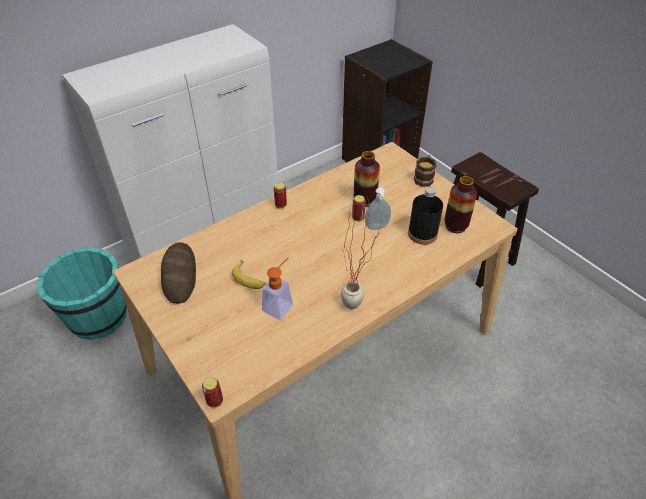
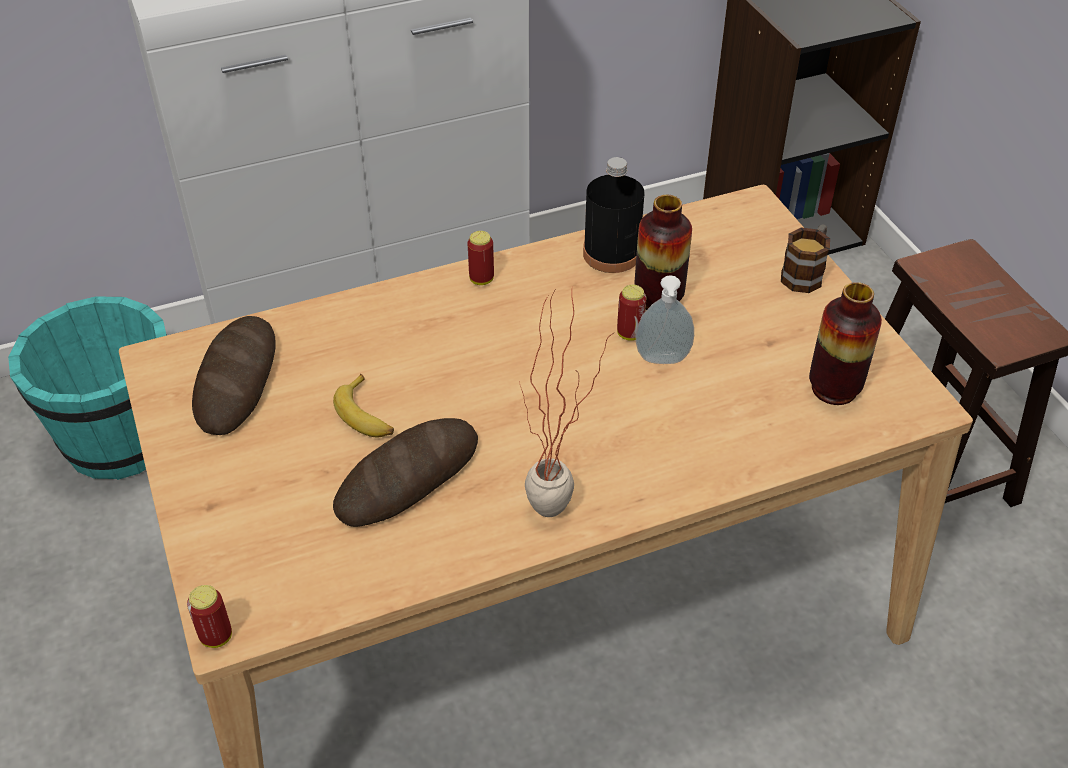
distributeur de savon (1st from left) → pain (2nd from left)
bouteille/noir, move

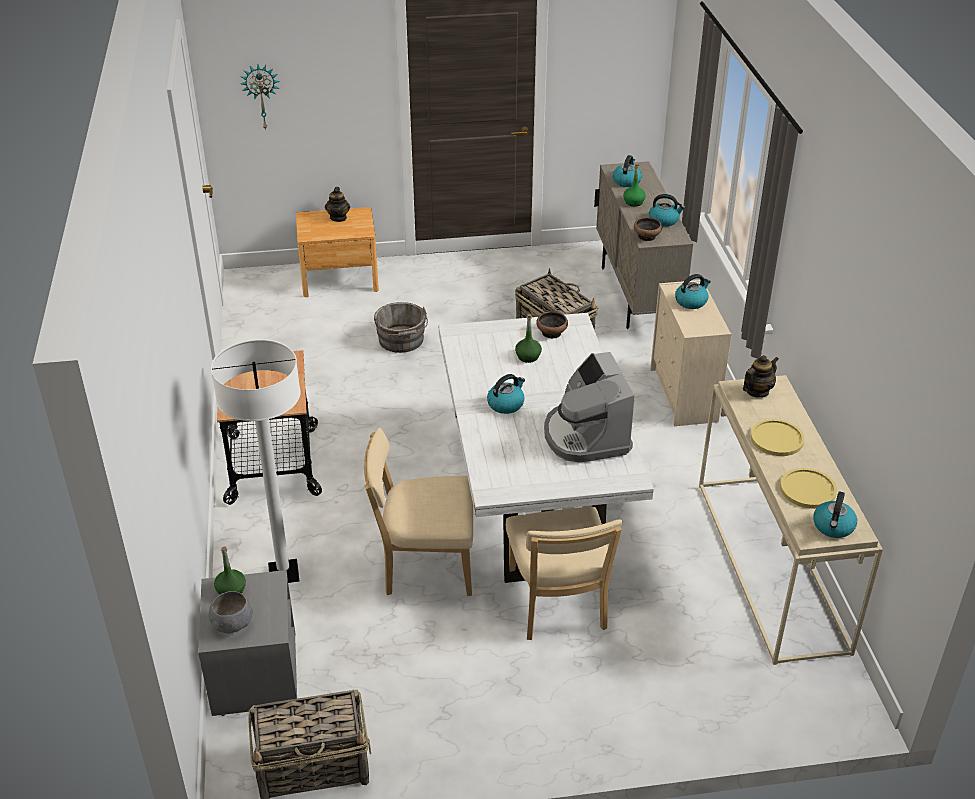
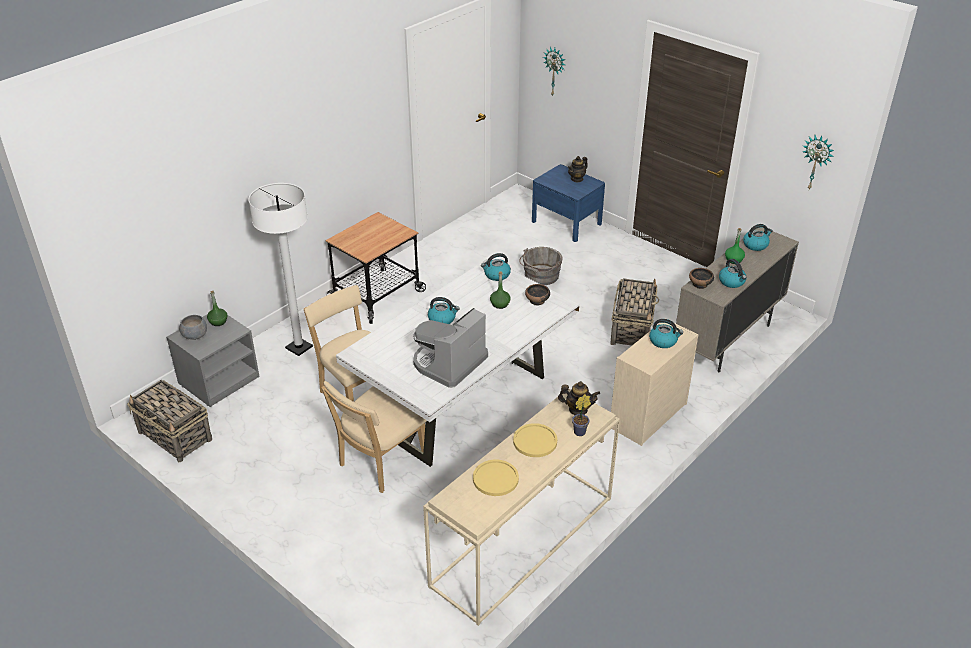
bouilloire (5th from left in the first image) → bouilloire (2nd from left), move
table de chevet/marron → table de chevet/bleu
- → plante en pot
- → horloge murale (2nd from left)

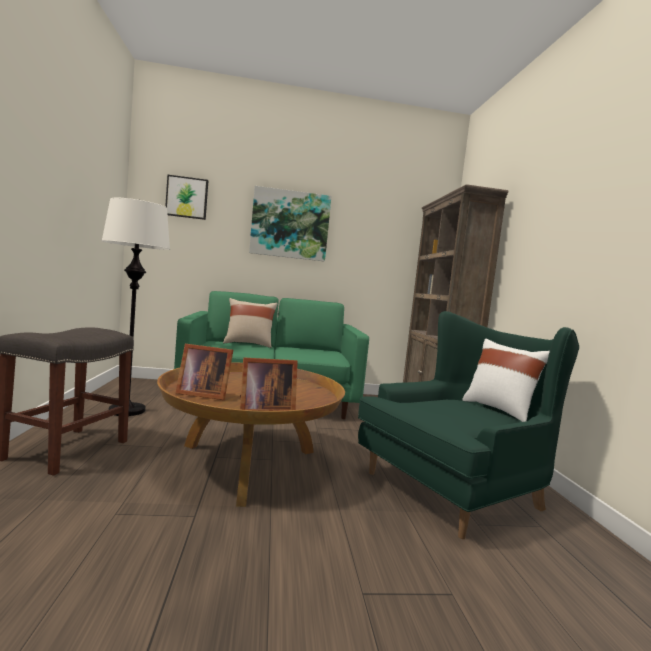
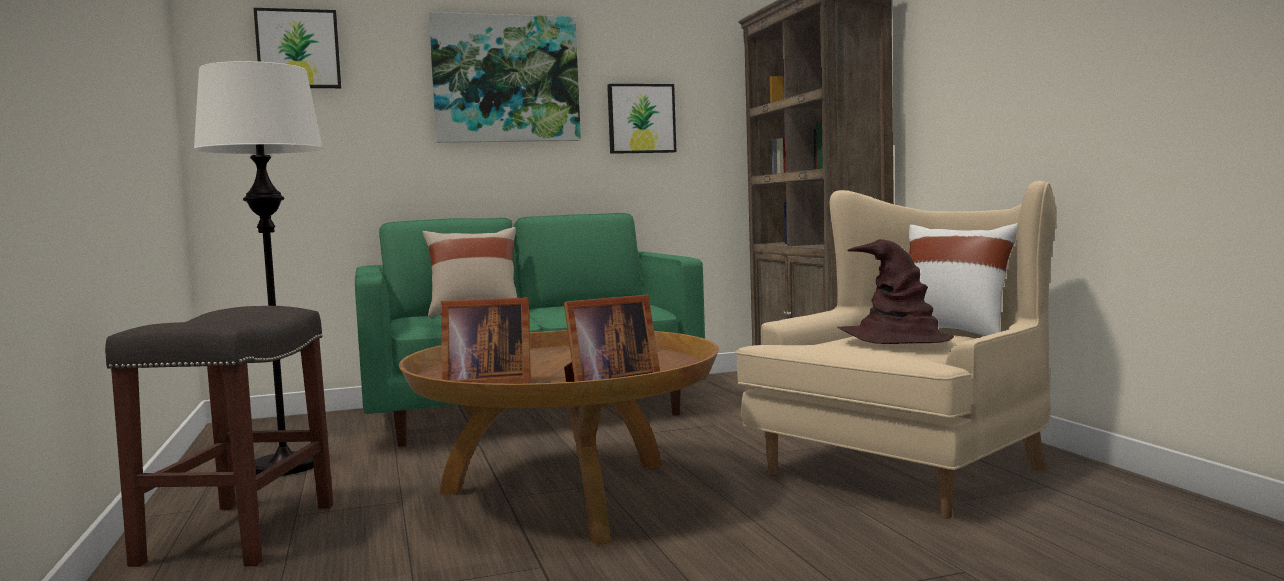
- → tableau (3rd from left)
fauteuil/vert → fauteuil/beige
- → chapeau/marron

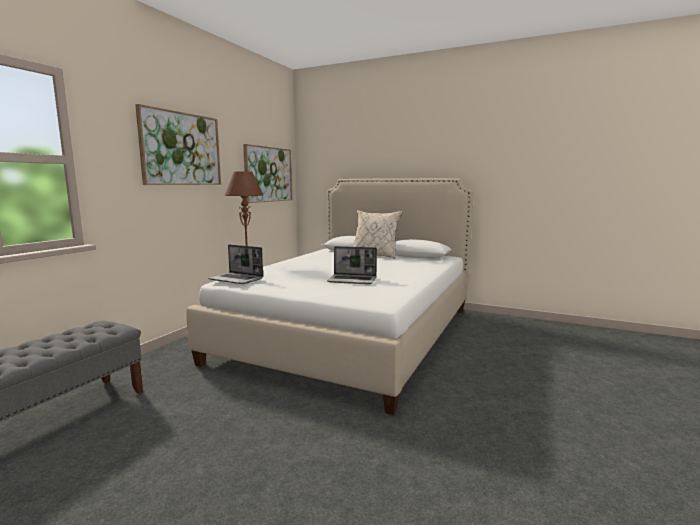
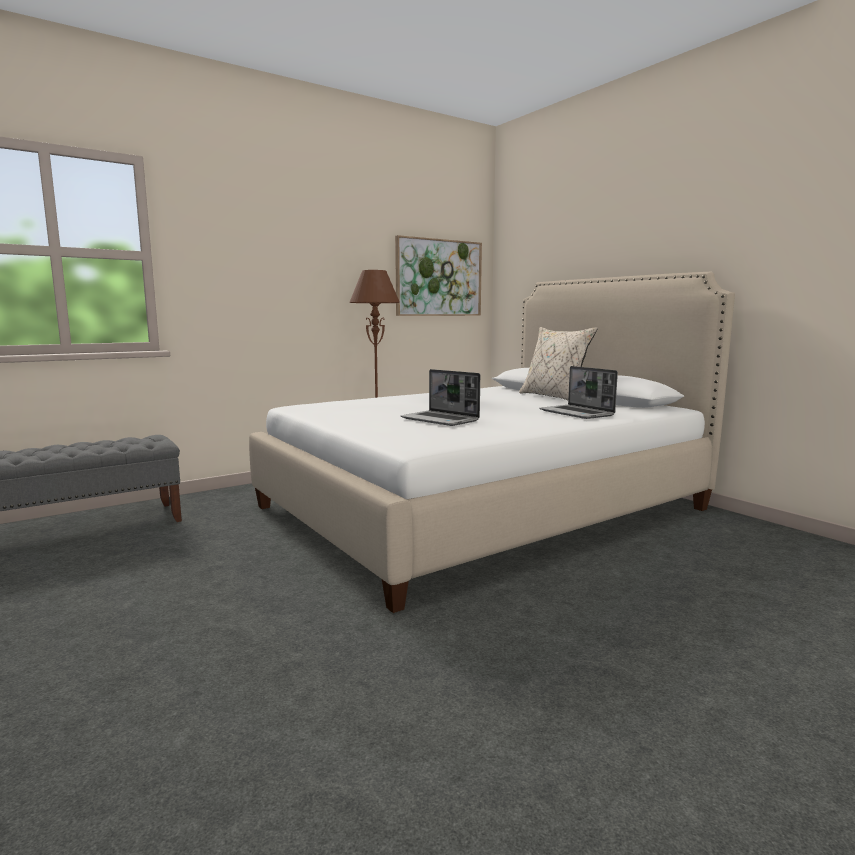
ordinateur portable (1st from left in the first image) → ordinateur portable (2nd from left), move
tableau (1st from left) → -

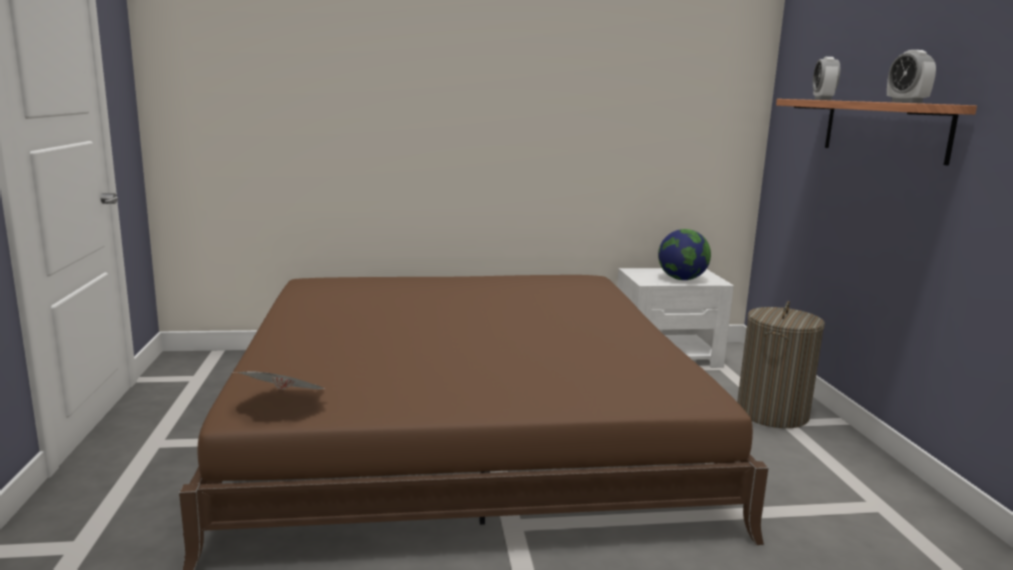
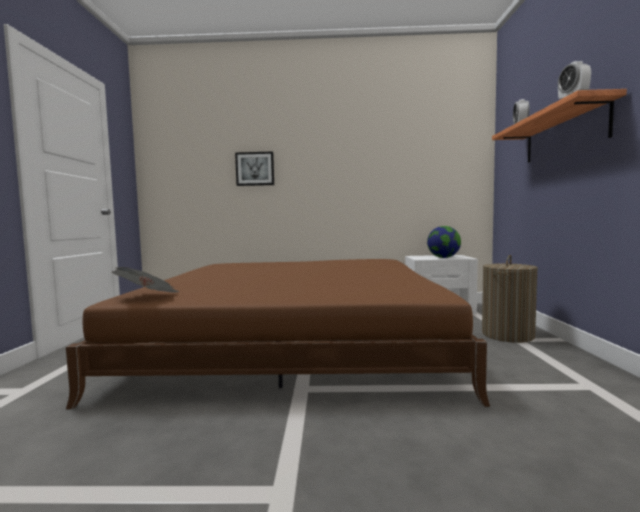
- → tableau

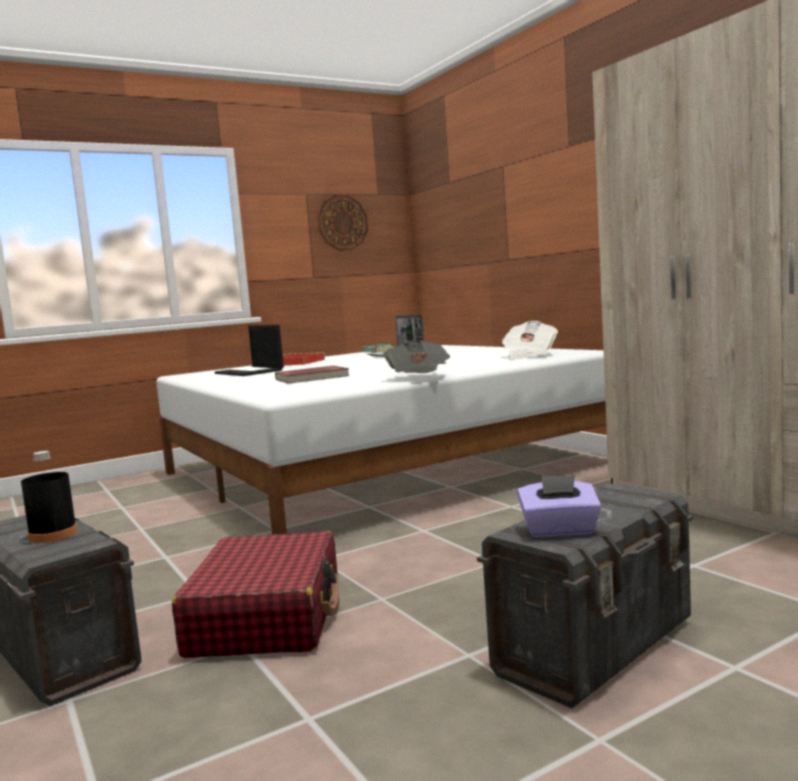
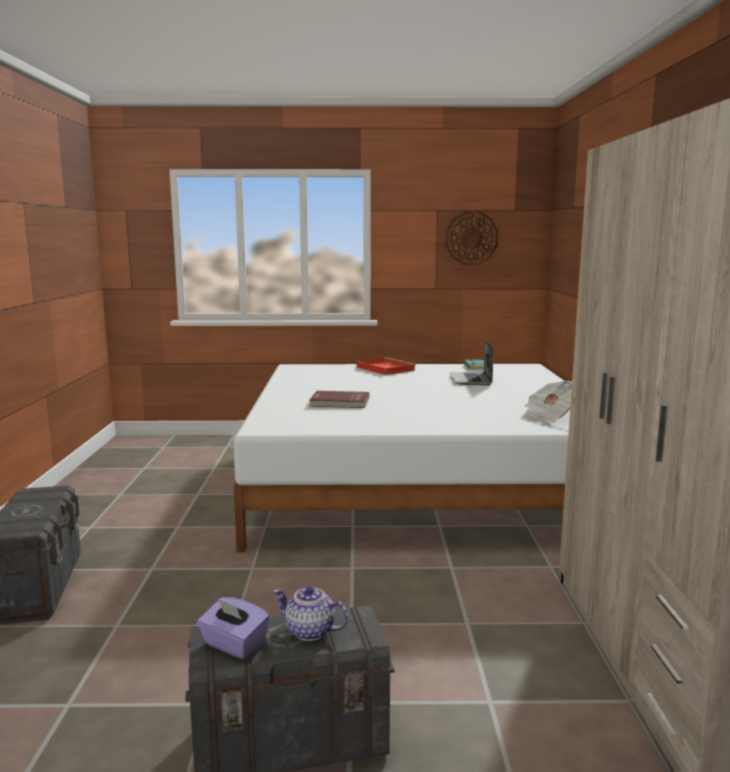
- → théière
bouteille/noir → -
valise/rouge → -
ordinateur portable (1st from left) → -
journal (1st from left) → -

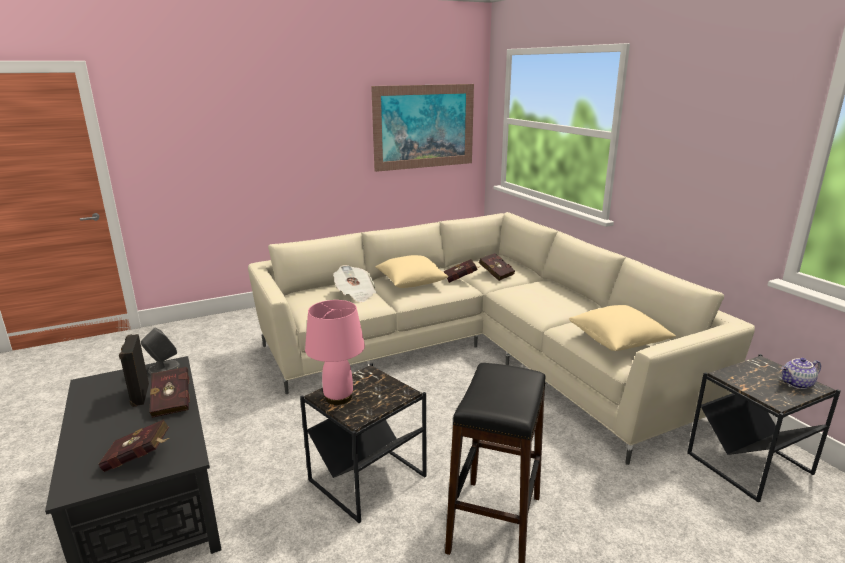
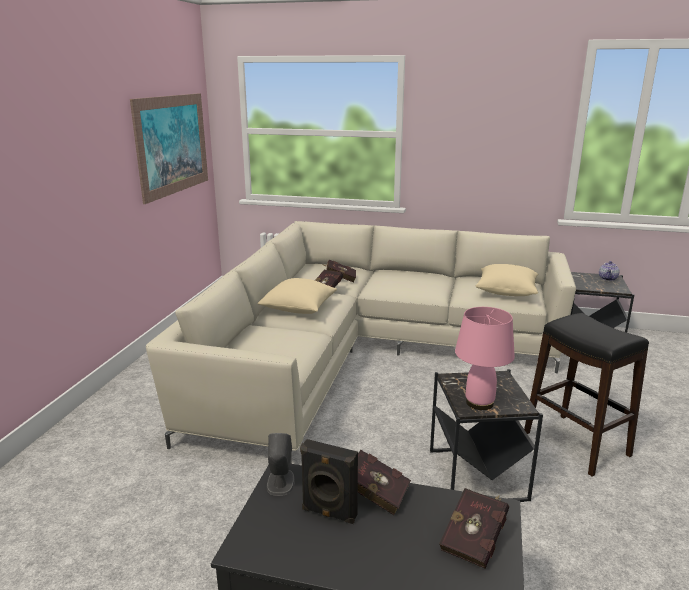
journal → -

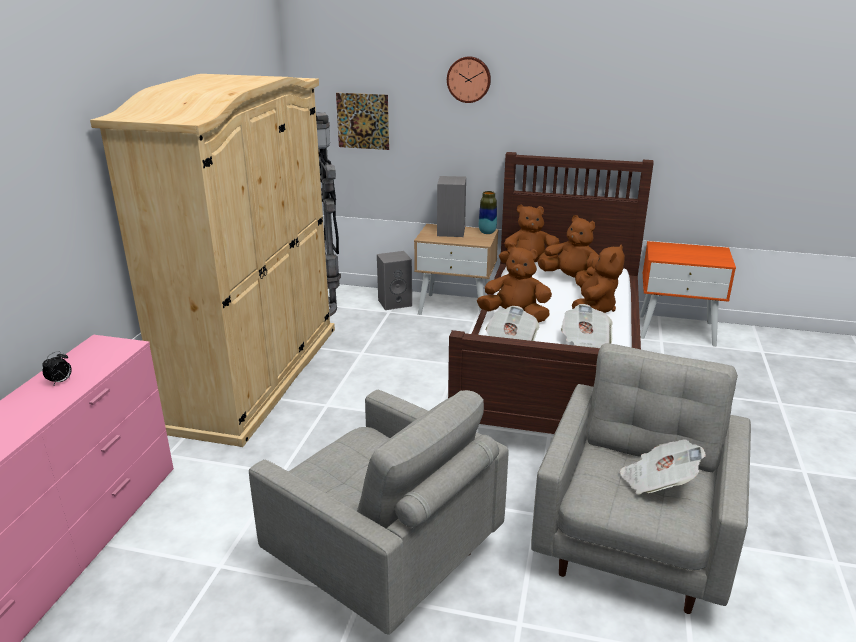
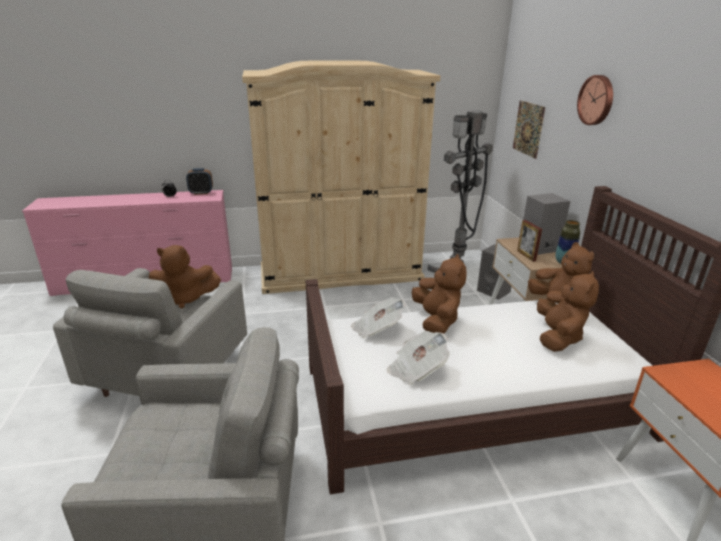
peluche/marron (4th from left in the first image) → peluche/marron (1st from left), move
- → réveil (2nd from left)
- → cadre photo
journal (3rd from left) → -

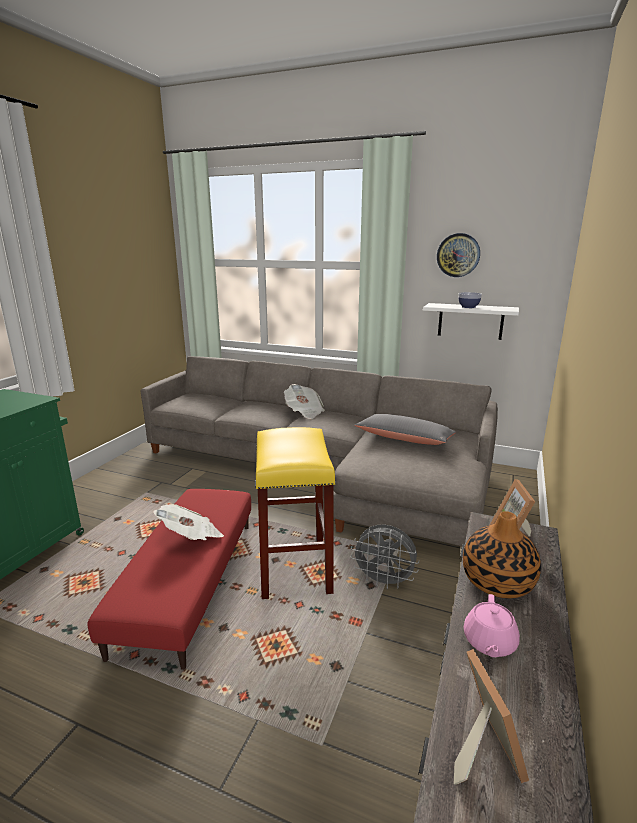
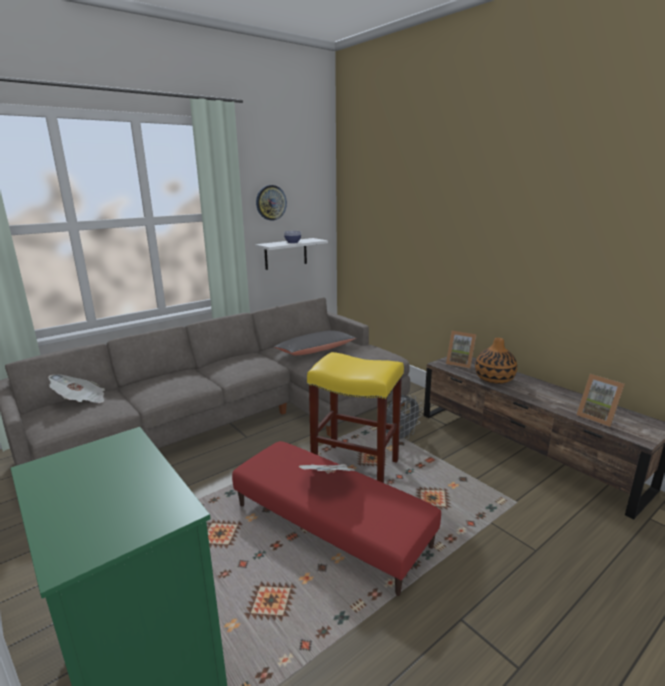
journal (2nd from left in the first image) → journal (1st from left), move
cadre photo (1st from left in the first image) → cadre photo (2nd from left), 150 degrees counterclockwise
théière/rose → -

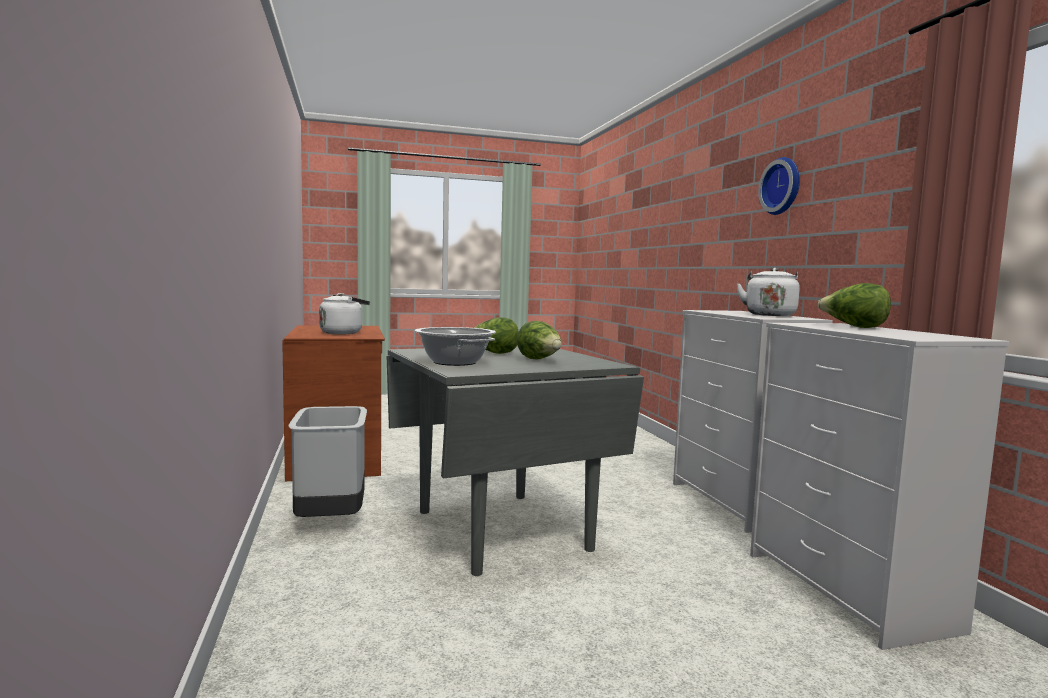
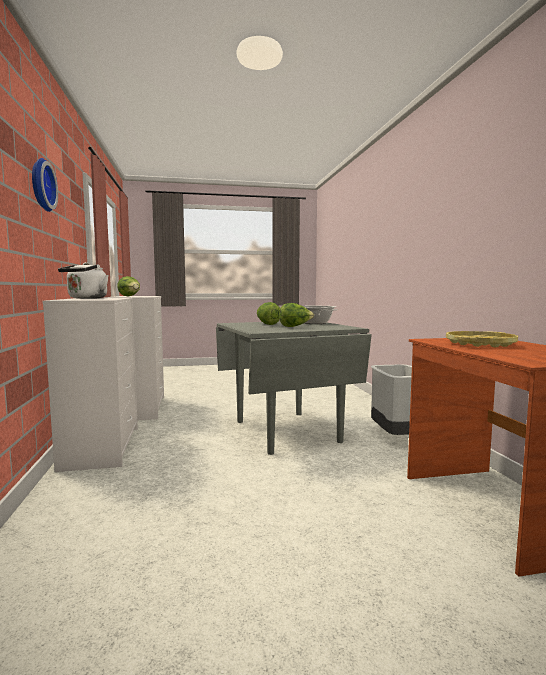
bouilloire/blanc (1st from left) → plateau/jaune

